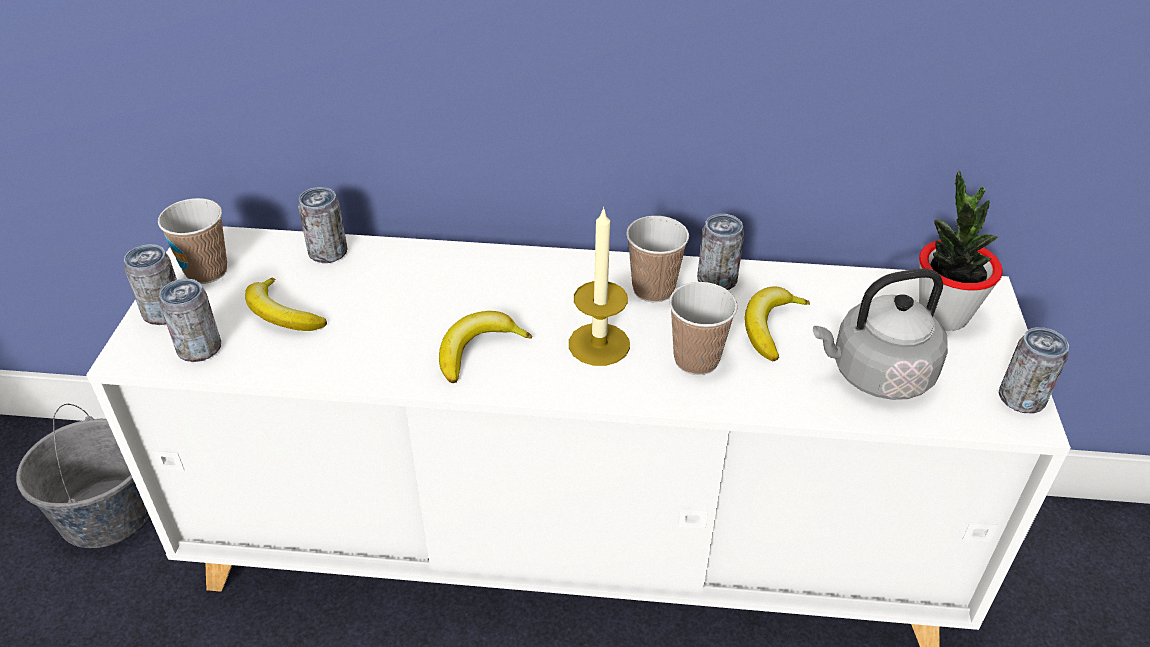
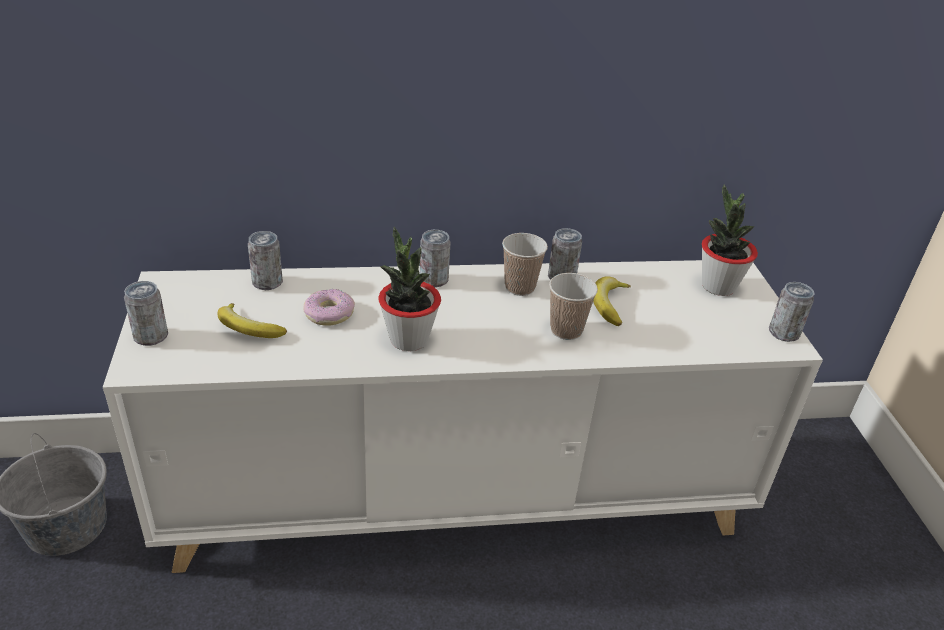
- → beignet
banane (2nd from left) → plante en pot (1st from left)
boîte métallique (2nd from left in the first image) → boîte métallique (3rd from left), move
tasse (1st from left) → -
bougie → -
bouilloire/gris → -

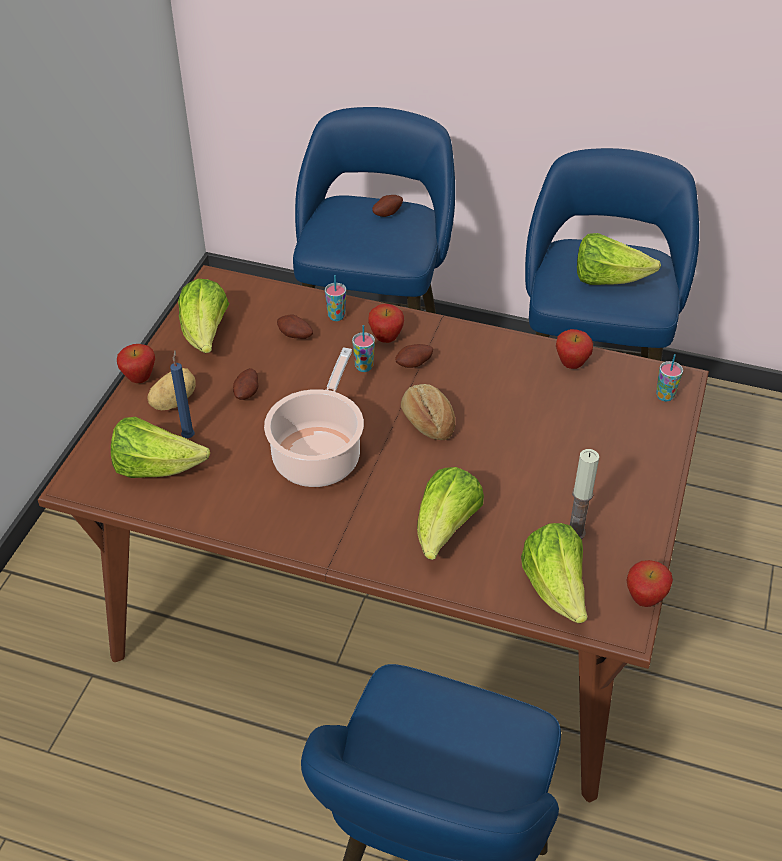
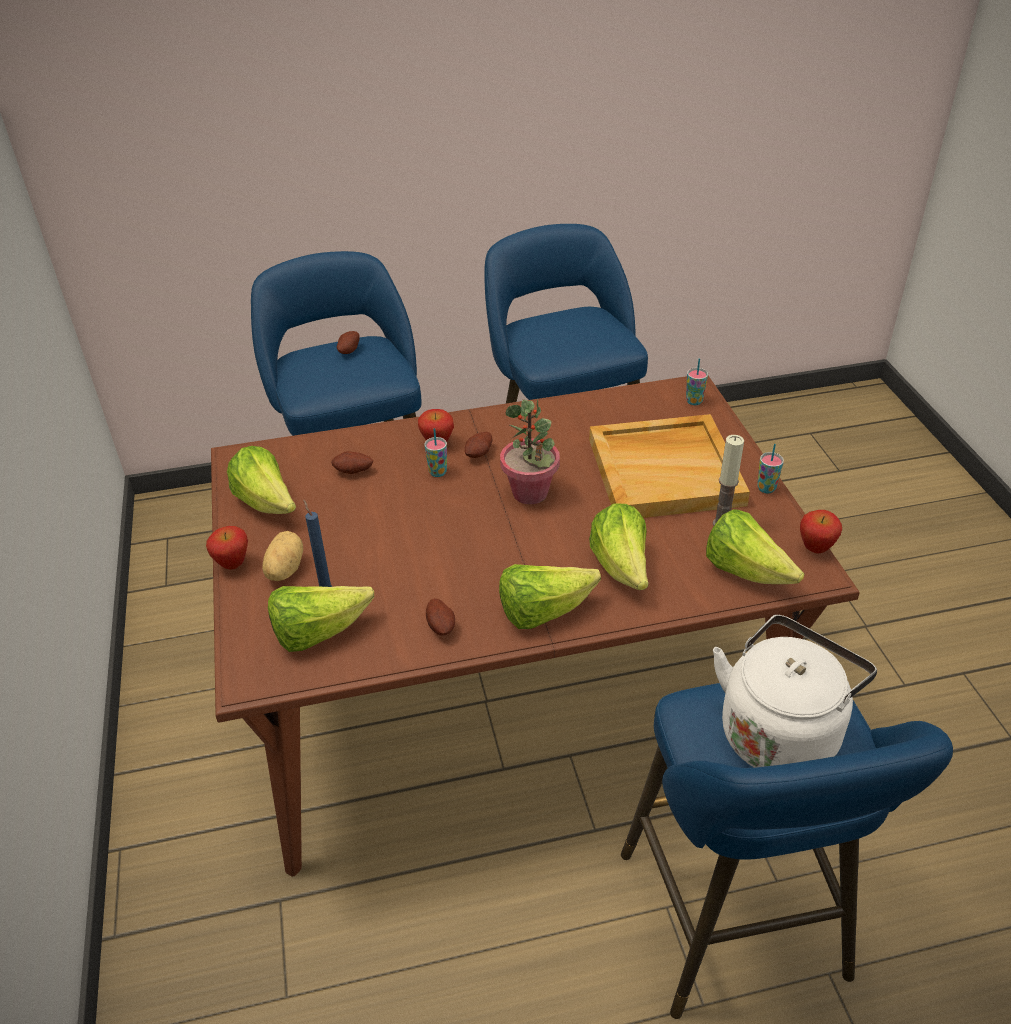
pomme de terre (2nd from left in the first image) → pomme de terre (4th from left), move
laitue (5th from left in the first image) → laitue (3rd from left), move
pain → plante en pot
- → plateau/beige
- → bouilloire/blanc
tasse (1st from left in the first image) → tasse (3rd from left), move
marmite → -
pomme (3rd from left) → -

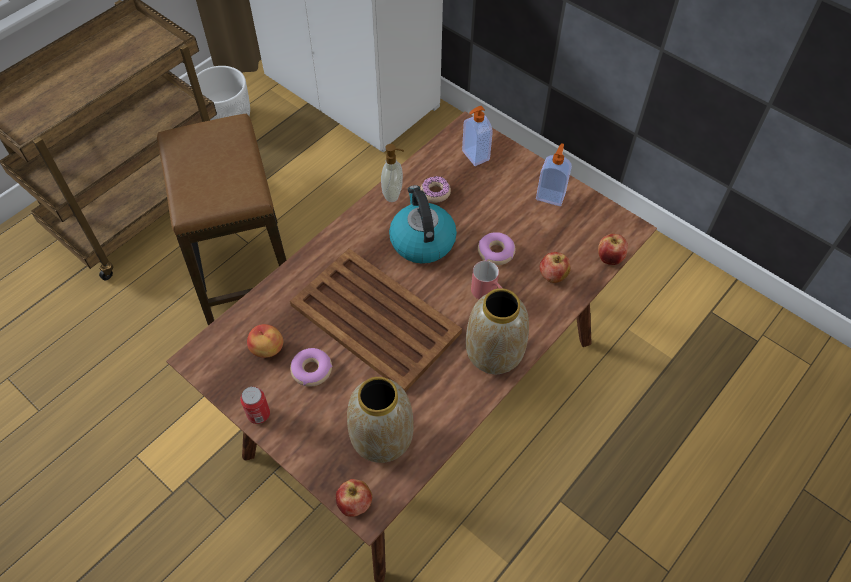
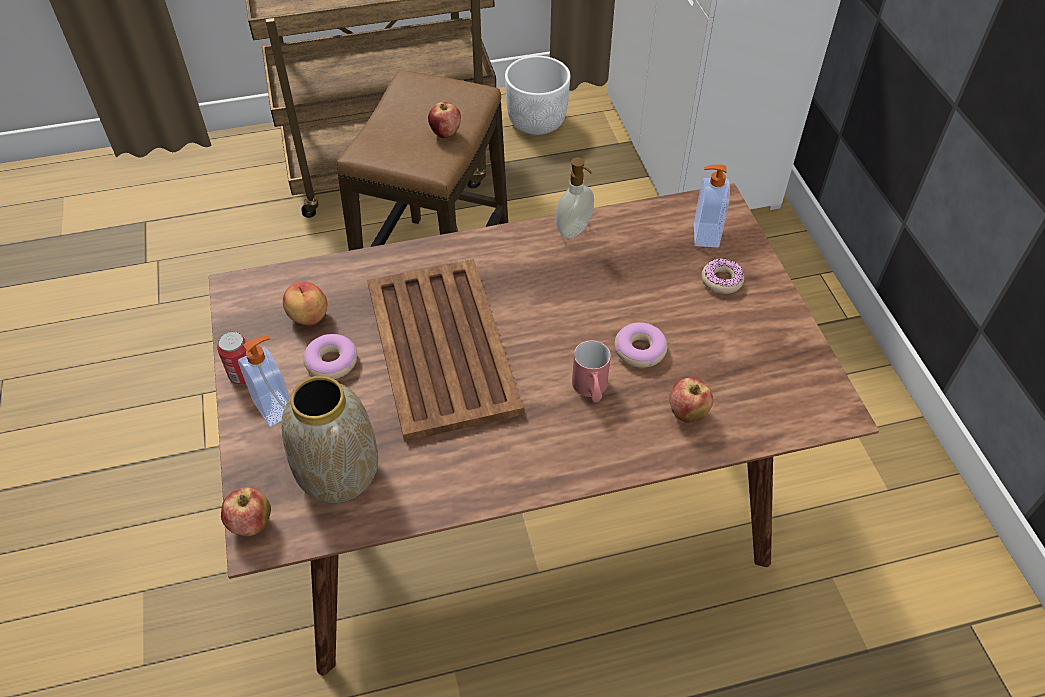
distributeur de savon (3rd from left in the first image) → distributeur de savon (1st from left), move
pomme (4th from left in the first image) → pomme (3rd from left), move
beignet (2nd from left in the first image) → beignet (3rd from left), move
bouilloire → -
vase (2nd from left) → -

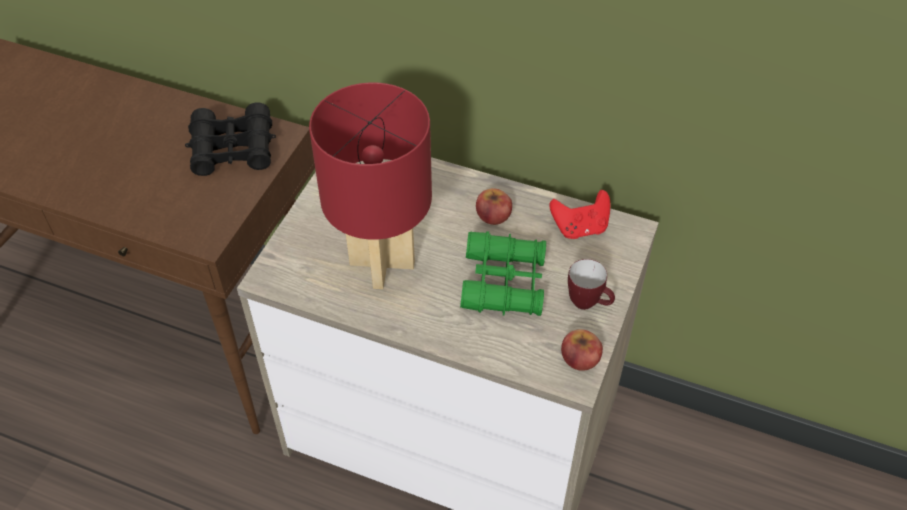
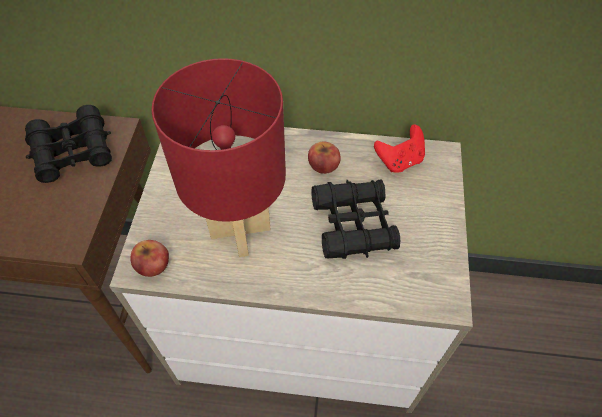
pomme (2nd from left in the first image) → pomme (1st from left), move
jumelles/vert → jumelles/noir (2nd from left)
mug → -

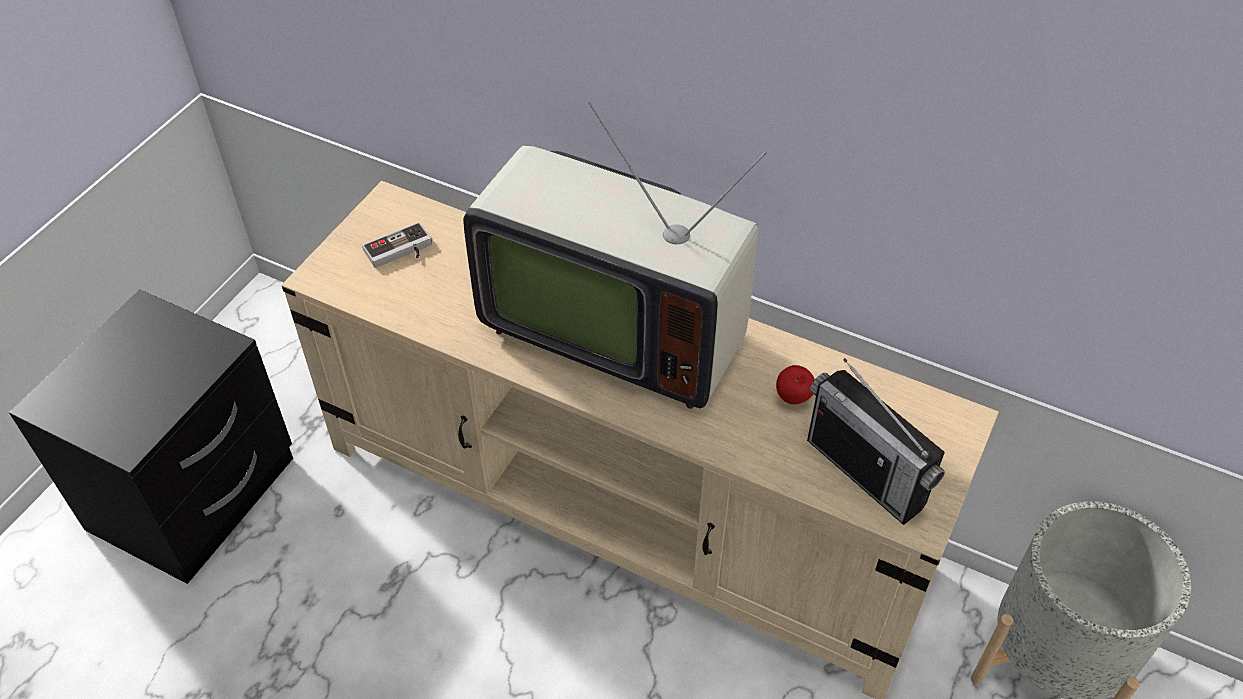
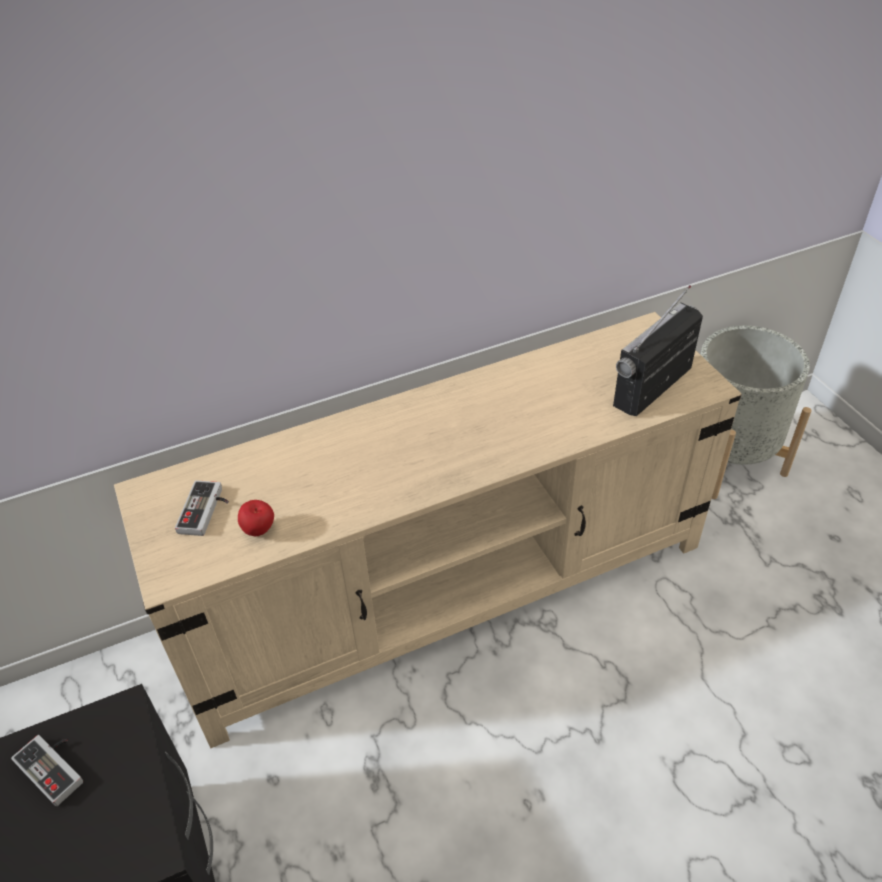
- → manette (1st from left)
pomme, move
radio, 135 degrees clockwise
téléviseur → -

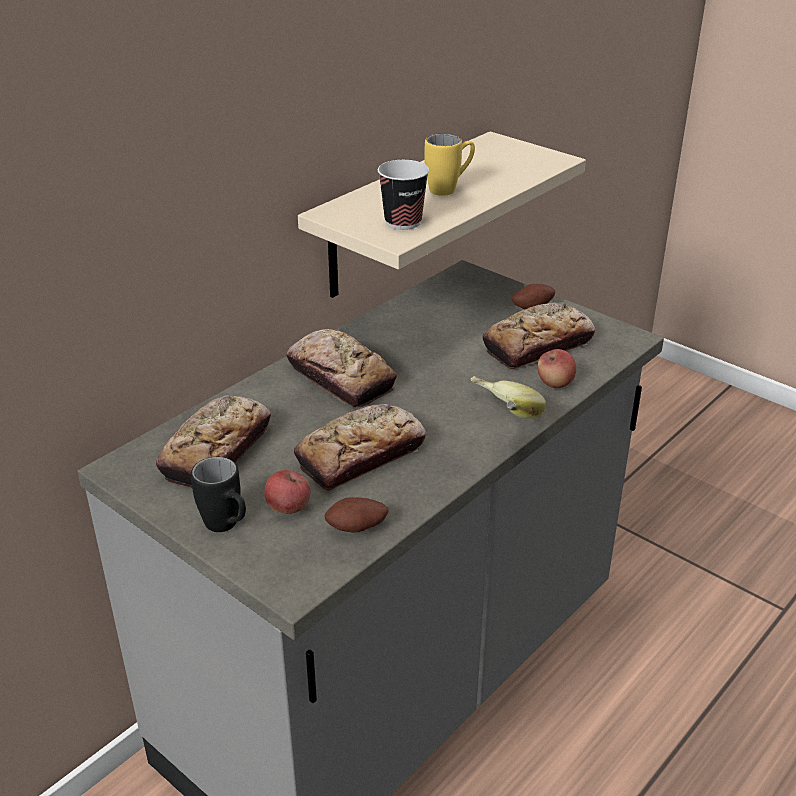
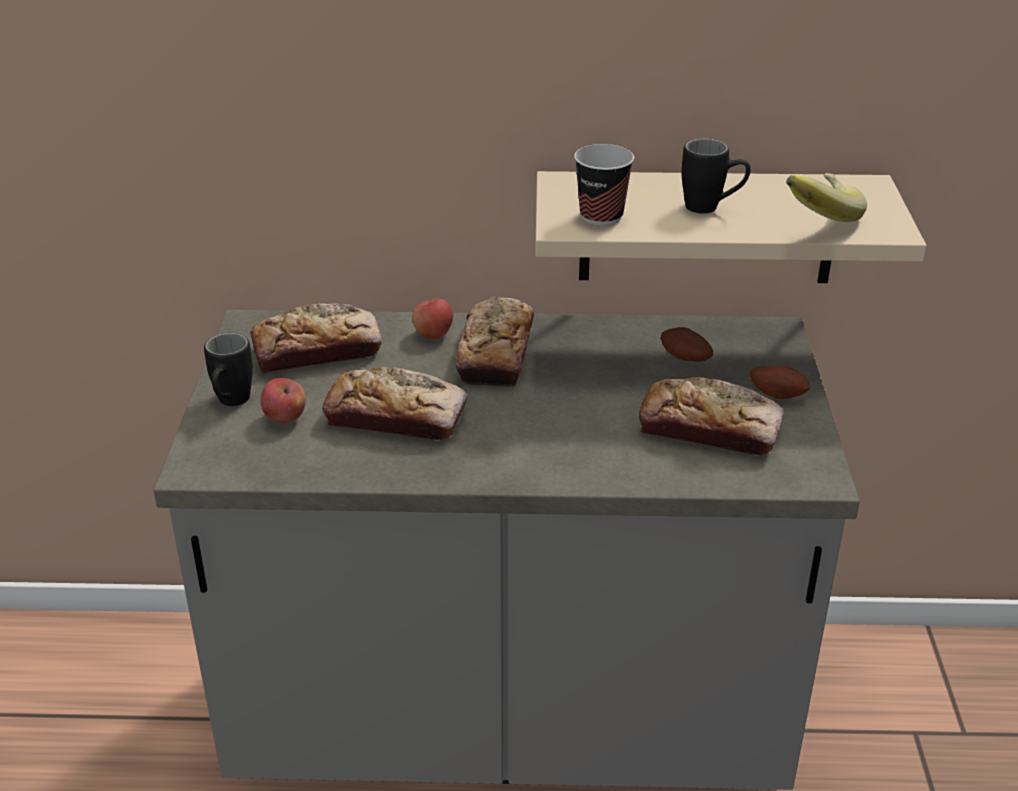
pomme (2nd from left), move
pomme de terre (1st from left), move
mug/jaune → mug/noir (2nd from left)
banane, move

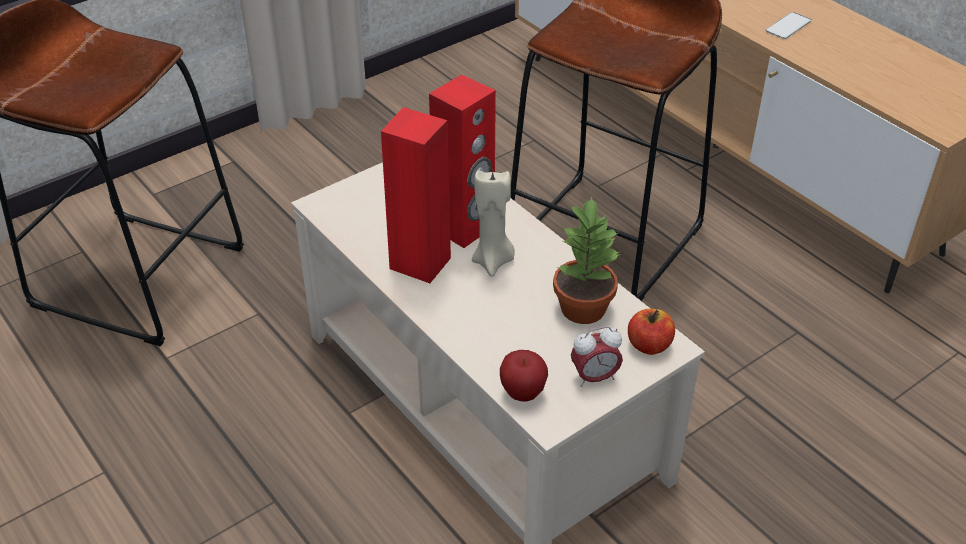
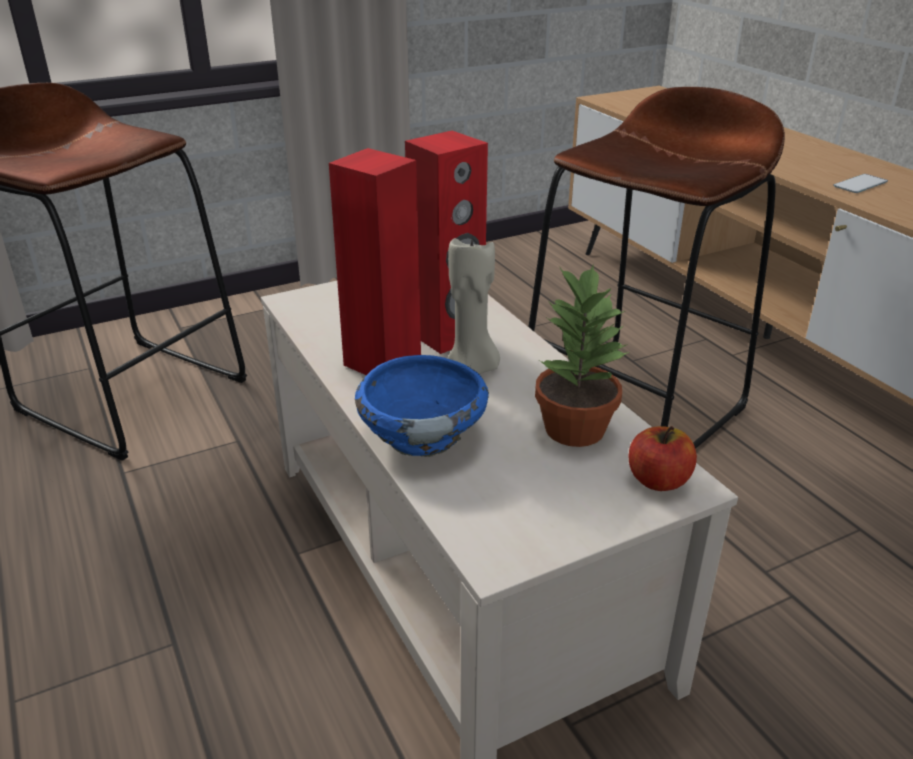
- → bol/bleu
pomme (1st from left) → -
réveil → -

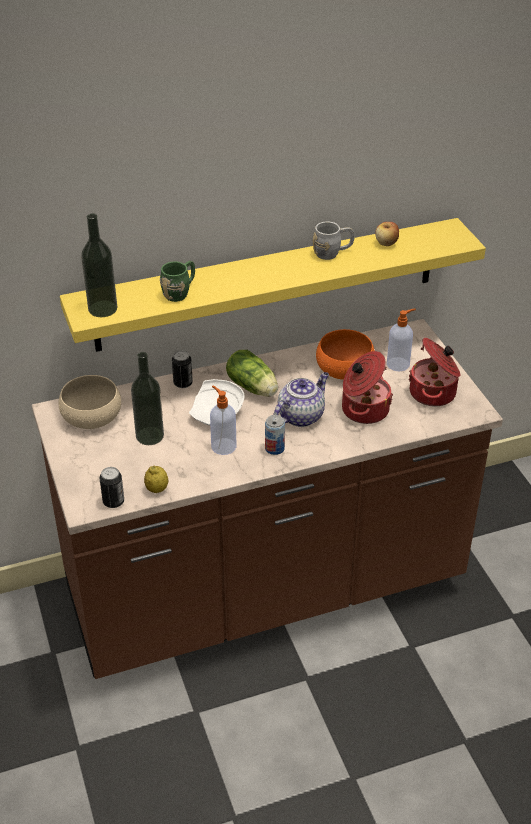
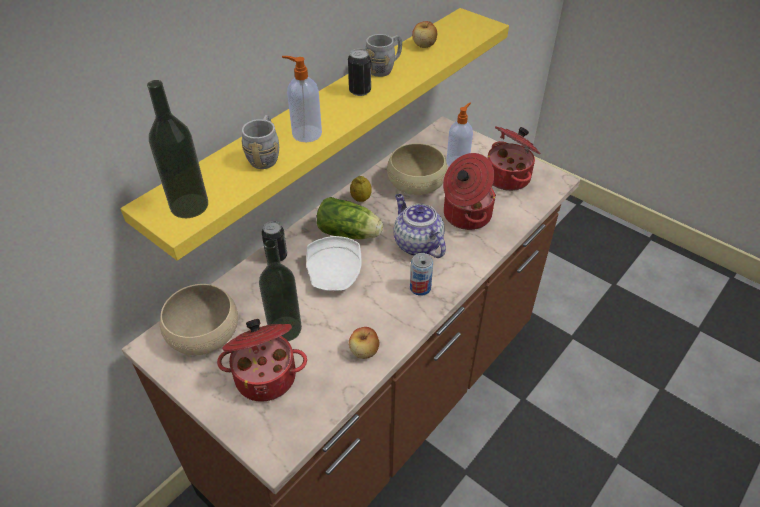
- → marmite (1st from left)
mug/vert → mug/gris (1st from left)
distributeur de savon (1st from left), move
boîte métallique (1st from left in the first image) → boîte métallique (2nd from left), move
- → pomme (1st from left)
citron, move
bol/orange → bol/beige (2nd from left)
théière, 45 degrees counterclockwise

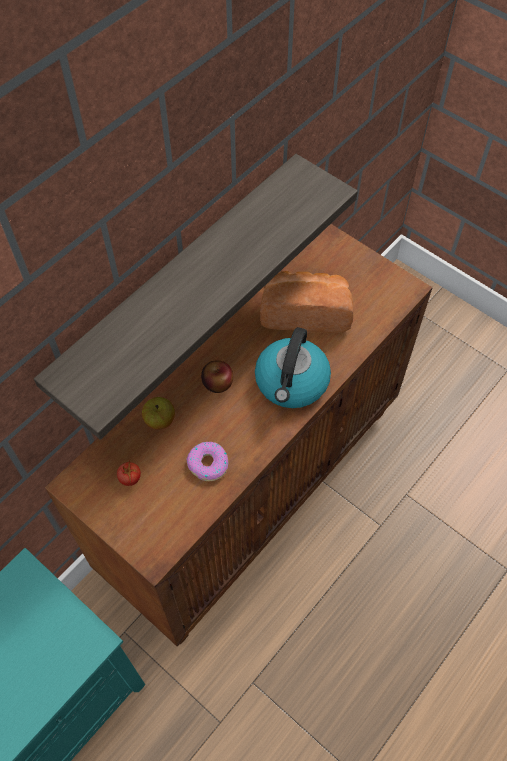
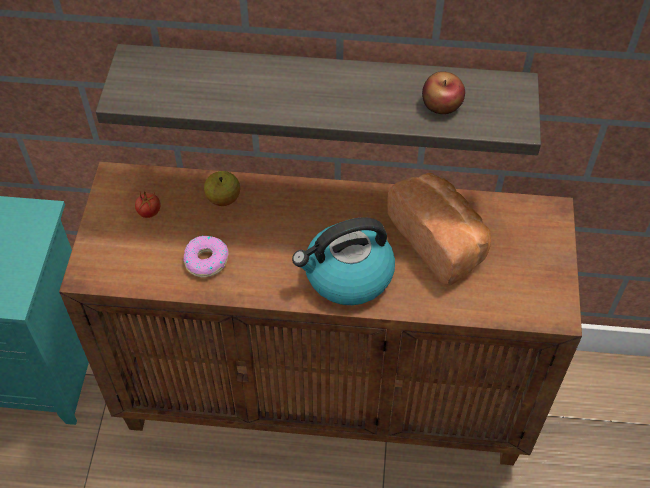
pomme (2nd from left), move

